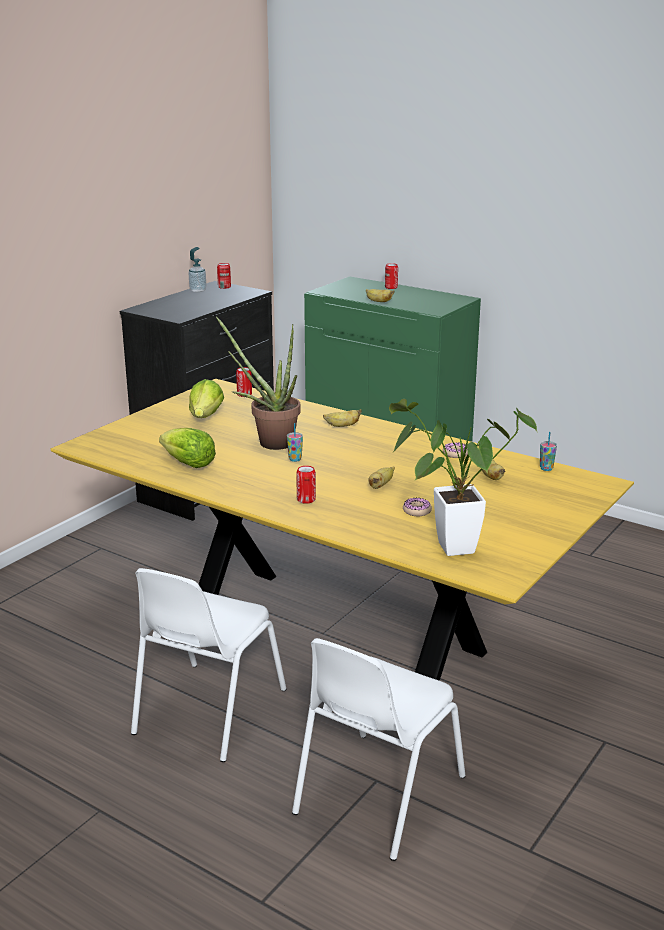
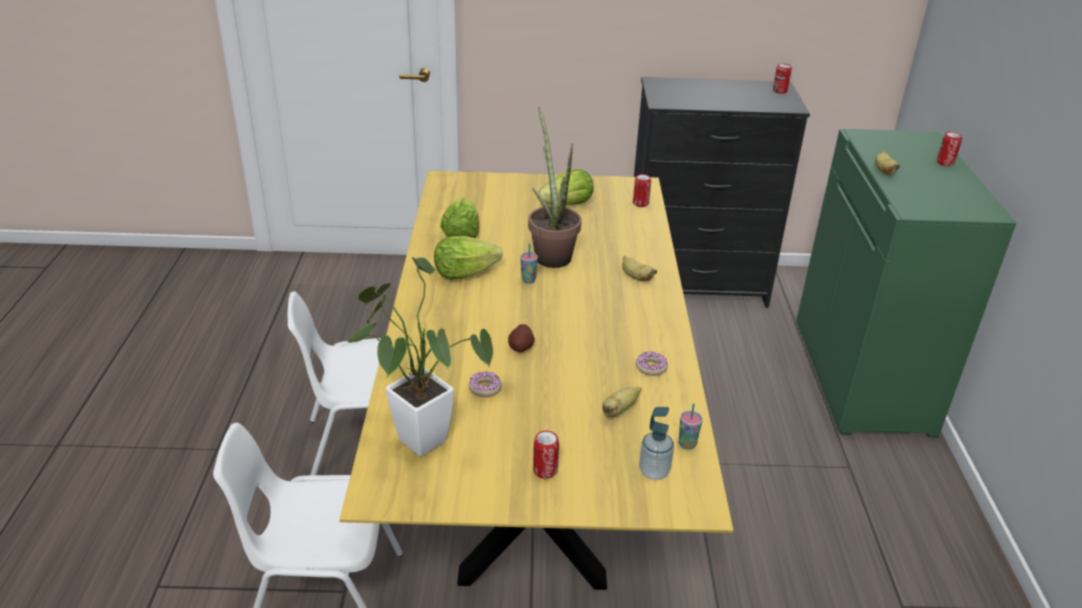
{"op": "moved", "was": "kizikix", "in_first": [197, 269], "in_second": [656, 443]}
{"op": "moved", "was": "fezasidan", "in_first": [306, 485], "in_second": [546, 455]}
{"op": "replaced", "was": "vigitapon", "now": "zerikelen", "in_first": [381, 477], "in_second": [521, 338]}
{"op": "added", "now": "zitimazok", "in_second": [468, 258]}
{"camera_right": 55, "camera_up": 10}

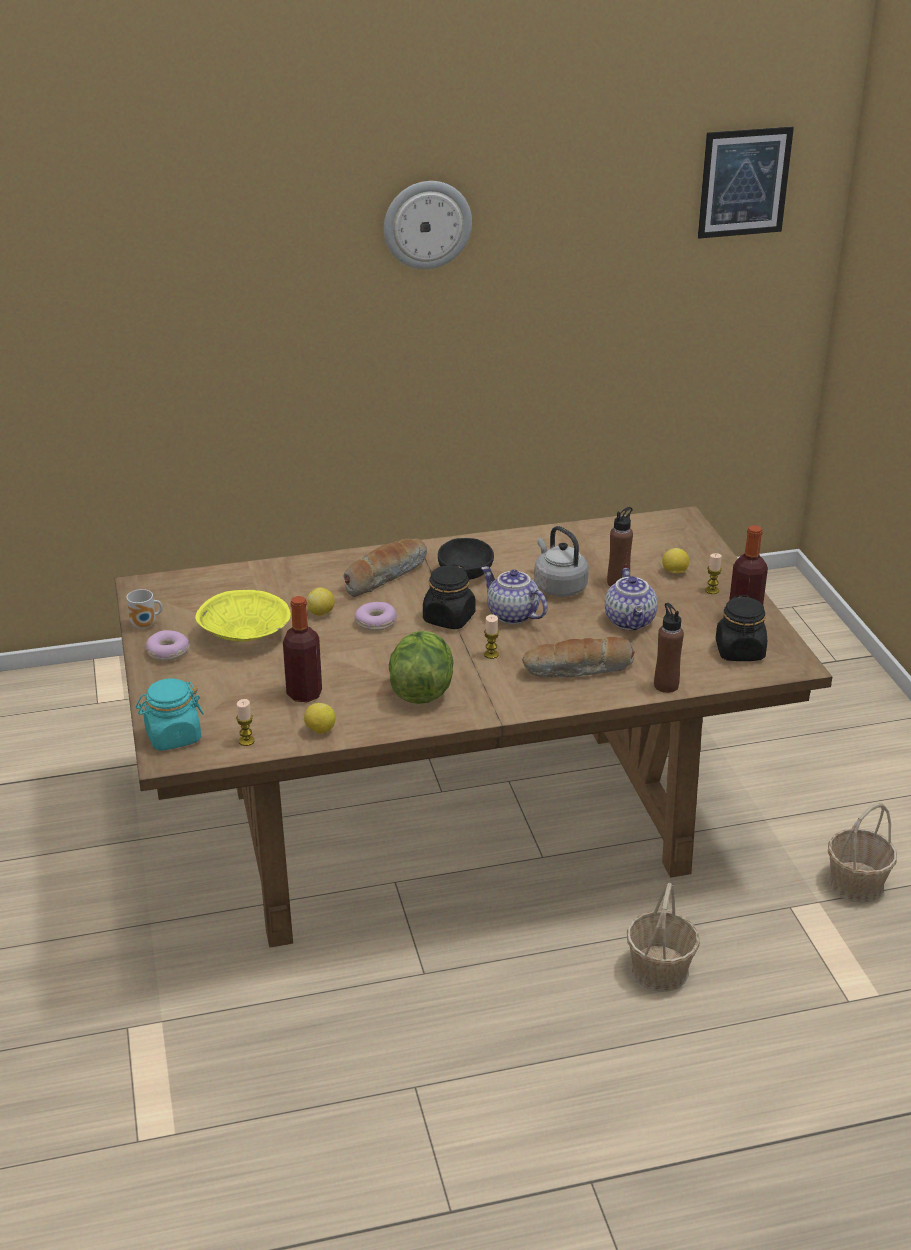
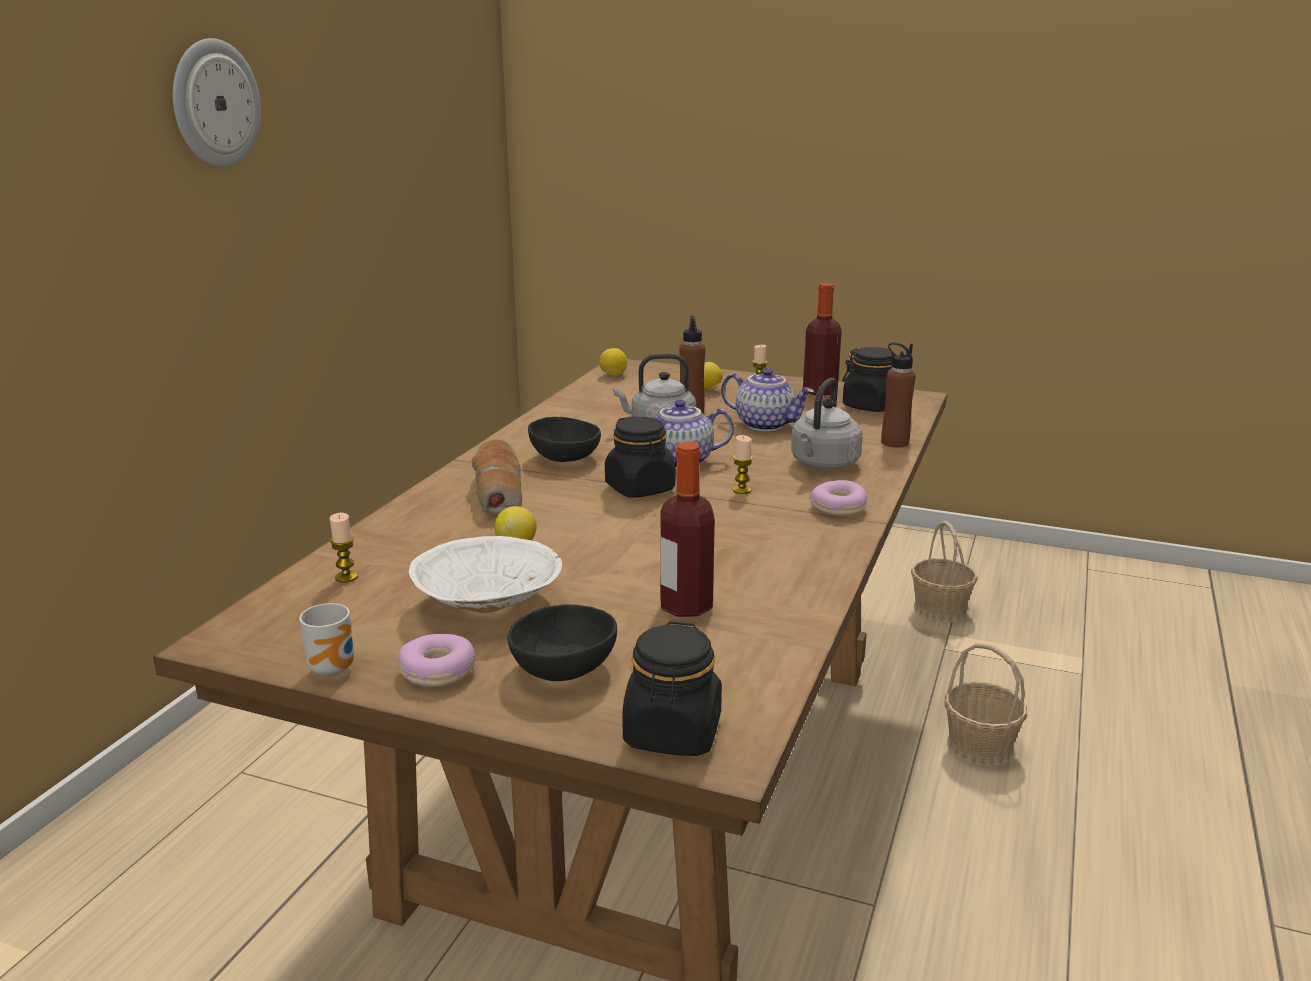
{"op": "recoloured", "was": "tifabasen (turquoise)", "now": "tifabasen (black)", "in_first": [170, 714], "in_second": [672, 688]}
{"op": "recoloured", "was": "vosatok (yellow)", "now": "vosatok (white)", "in_first": [243, 616], "in_second": [485, 574]}
{"op": "moved", "was": "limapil", "in_first": [245, 722], "in_second": [344, 548]}
{"op": "moved", "was": "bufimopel", "in_first": [319, 718], "in_second": [613, 362]}
{"op": "moved", "was": "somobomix", "in_first": [376, 616], "in_second": [838, 498]}
{"op": "removed", "was": "zitimazok", "in_first": [421, 667]}
{"op": "replaced", "was": "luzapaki", "now": "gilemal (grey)", "in_first": [578, 657], "in_second": [827, 424]}
{"op": "removed", "was": "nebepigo", "in_first": [746, 183]}
{"op": "added", "now": "vosatok (black)", "in_second": [562, 642]}
{"camera_right": -55, "camera_up": -10}

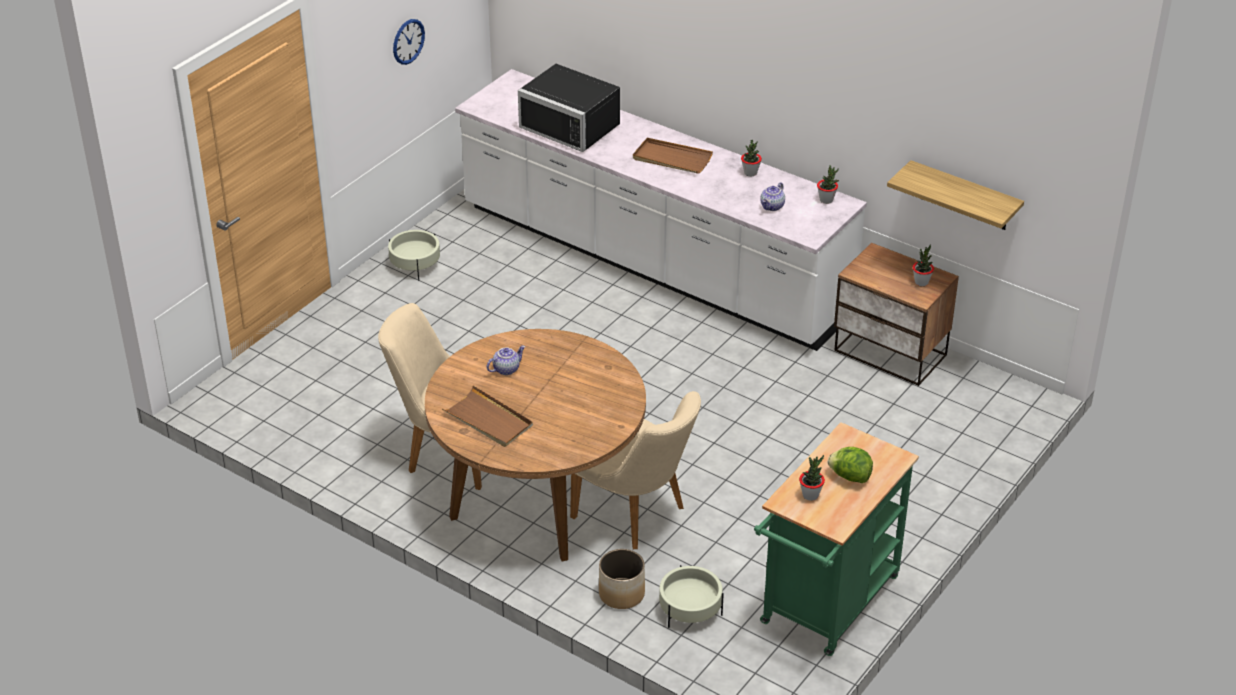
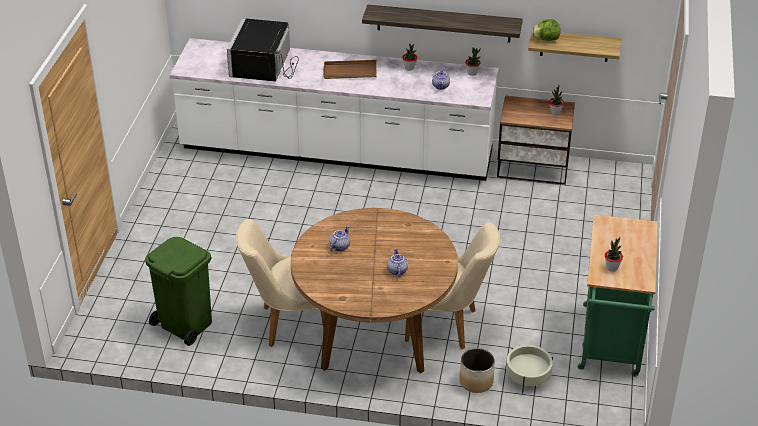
{"op": "removed", "was": "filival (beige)", "in_first": [414, 255]}
{"op": "removed", "was": "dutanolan", "in_first": [409, 42]}
{"op": "removed", "was": "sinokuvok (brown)", "in_first": [487, 416]}
{"op": "turned", "was": "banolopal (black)", "in_first": [569, 108], "in_second": [263, 50], "clockwise": 90}
{"op": "moved", "was": "zitimazok", "in_first": [850, 465], "in_second": [546, 30]}
{"op": "added", "now": "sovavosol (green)", "in_second": [178, 291]}
{"op": "added", "now": "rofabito", "in_second": [442, 24]}
{"op": "added", "now": "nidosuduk", "in_second": [397, 262]}
{"camera_right": -25, "camera_up": 0}

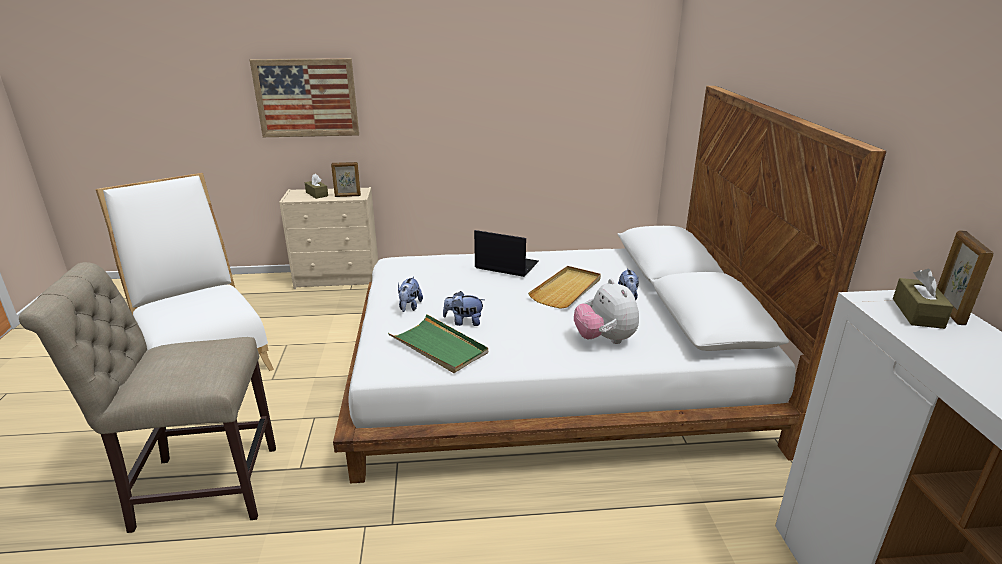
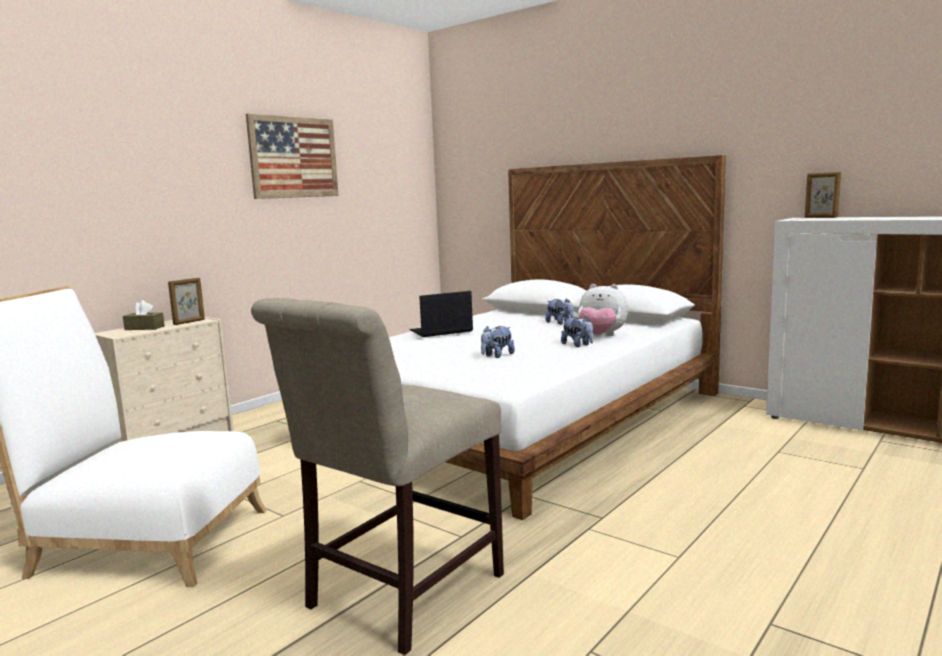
{"op": "moved", "was": "nebepigo", "in_first": [304, 97], "in_second": [292, 156]}
{"op": "removed", "was": "sinokuvok (green)", "in_first": [438, 343]}
{"op": "moved", "was": "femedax", "in_first": [410, 294], "in_second": [577, 331]}
{"op": "removed", "was": "sinokuvok (beige)", "in_first": [564, 287]}
{"op": "removed", "was": "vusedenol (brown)", "in_first": [923, 299]}
{"camera_right": -45, "camera_up": -15}

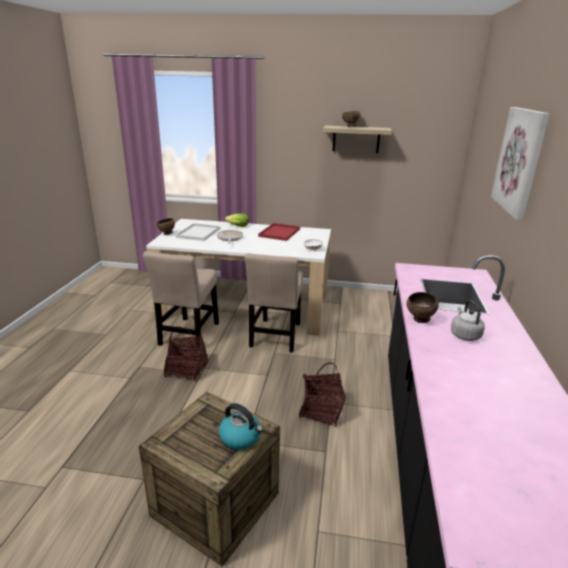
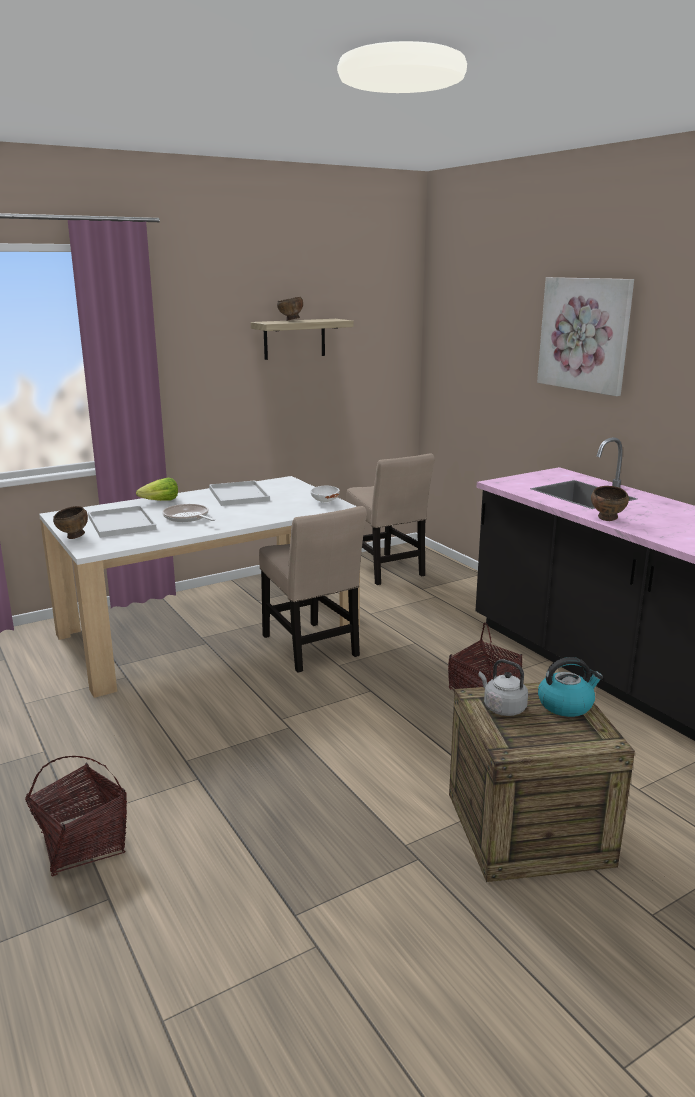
{"op": "moved", "was": "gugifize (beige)", "in_first": [181, 301], "in_second": [390, 519]}
{"op": "moved", "was": "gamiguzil", "in_first": [186, 354], "in_second": [76, 816]}
{"op": "recoloured", "was": "sinokuvok (red)", "now": "sinokuvok (white)", "in_first": [279, 232], "in_second": [239, 493]}
{"op": "moved", "was": "gilemal (grey)", "in_first": [468, 320], "in_second": [503, 687]}
{"camera_right": -40, "camera_up": -5}

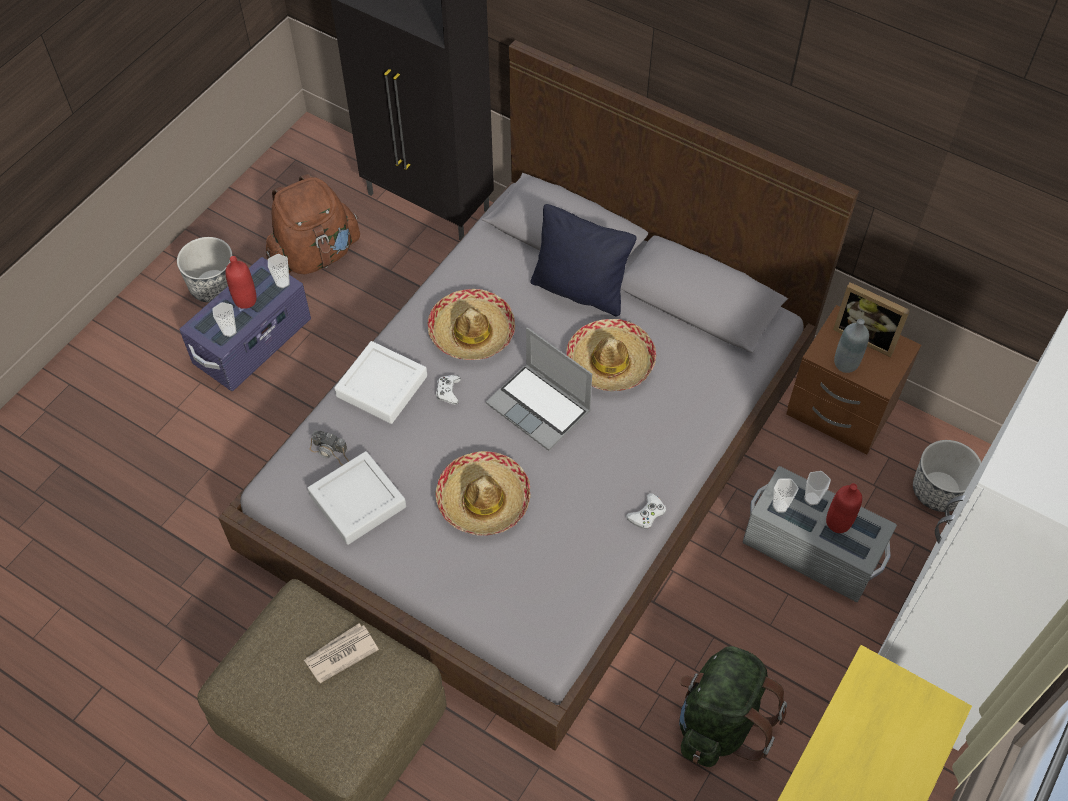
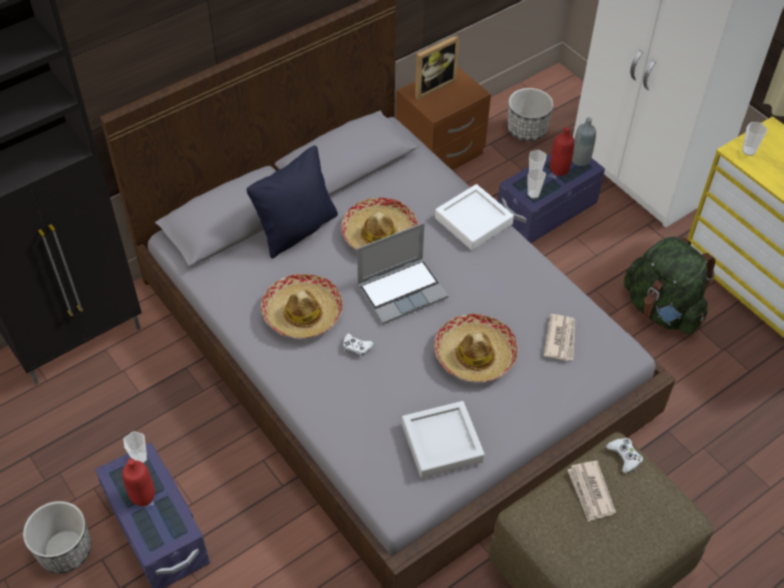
{"op": "moved", "was": "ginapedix", "in_first": [224, 319], "in_second": [755, 139]}
{"op": "removed", "was": "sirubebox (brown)", "in_first": [313, 224]}
{"op": "removed", "was": "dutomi", "in_first": [329, 447]}
{"op": "moved", "was": "sinokuvok (white)", "in_first": [380, 382], "in_second": [474, 217]}
{"op": "moved", "was": "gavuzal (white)", "in_first": [646, 511], "in_second": [624, 456]}
{"op": "recoloured", "was": "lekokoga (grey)", "now": "lekokoga (purple)", "in_first": [820, 534], "in_second": [551, 198]}
{"op": "moved", "was": "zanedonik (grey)", "in_first": [851, 345], "in_second": [584, 142]}
{"op": "added", "now": "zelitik", "in_second": [559, 337]}
{"camera_right": -70, "camera_up": -5}

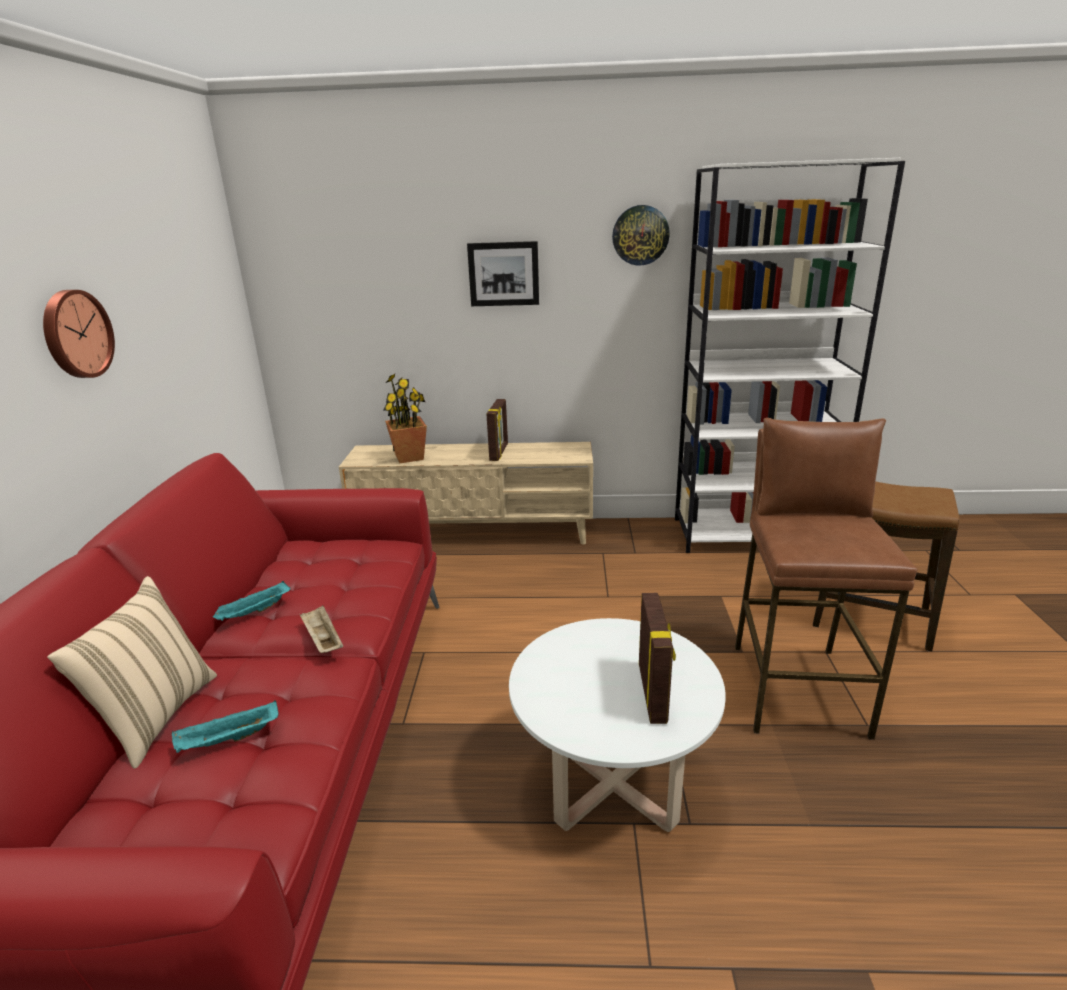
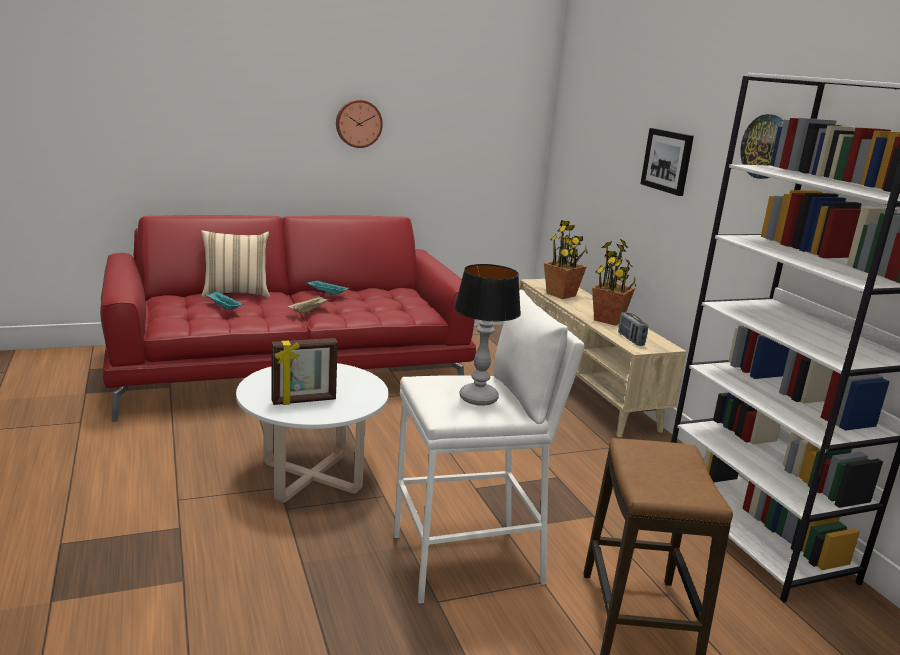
{"op": "replaced", "was": "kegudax", "now": "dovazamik", "in_first": [497, 430], "in_second": [614, 282]}
{"op": "recoloured", "was": "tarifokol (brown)", "now": "tarifokol (white)", "in_first": [826, 579], "in_second": [489, 447]}
{"op": "added", "now": "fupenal", "in_second": [487, 335]}
{"op": "added", "now": "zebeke", "in_second": [633, 329]}
{"camera_right": 65, "camera_up": -5}

